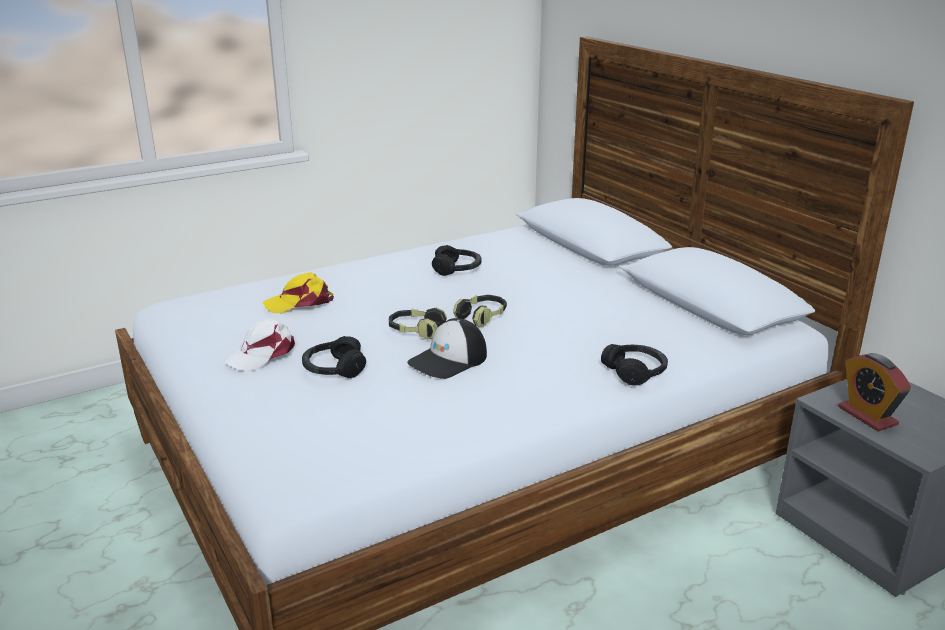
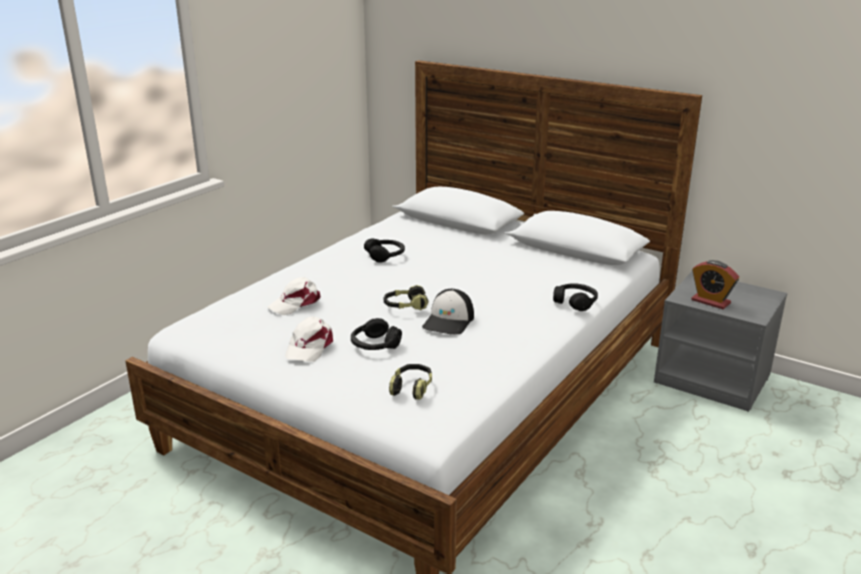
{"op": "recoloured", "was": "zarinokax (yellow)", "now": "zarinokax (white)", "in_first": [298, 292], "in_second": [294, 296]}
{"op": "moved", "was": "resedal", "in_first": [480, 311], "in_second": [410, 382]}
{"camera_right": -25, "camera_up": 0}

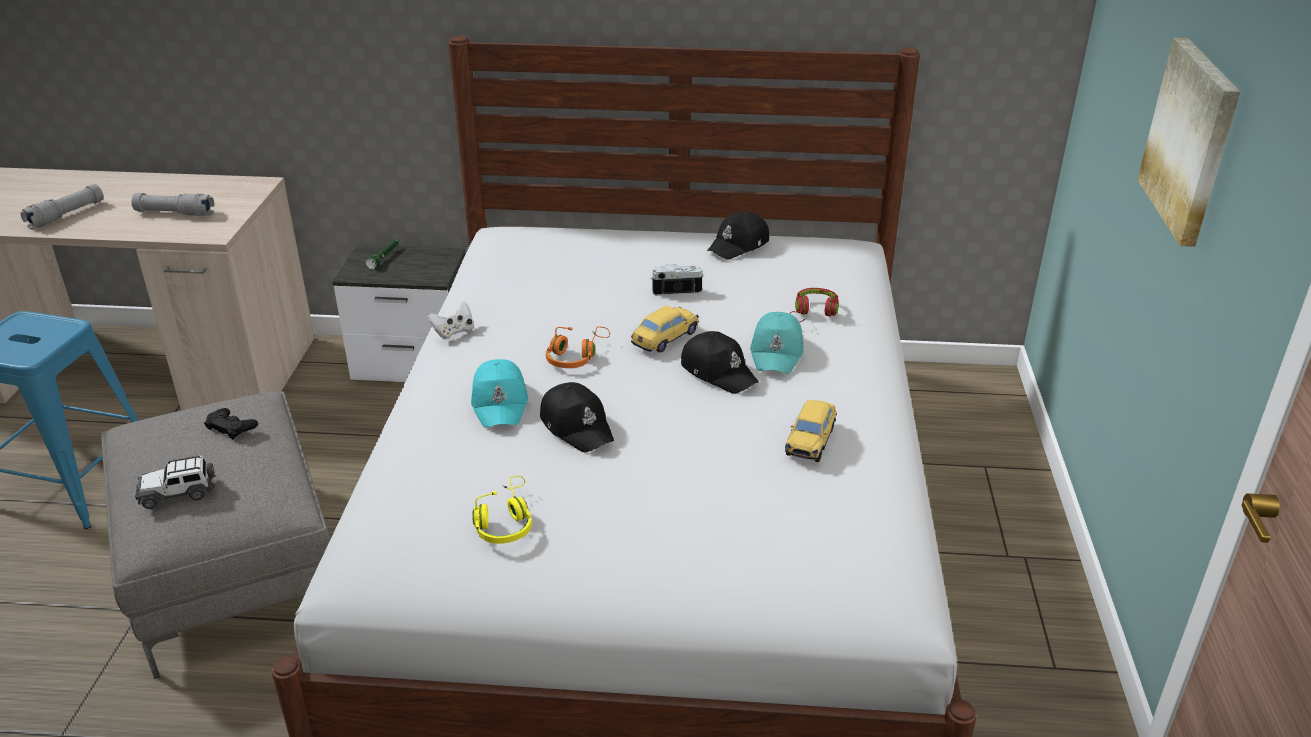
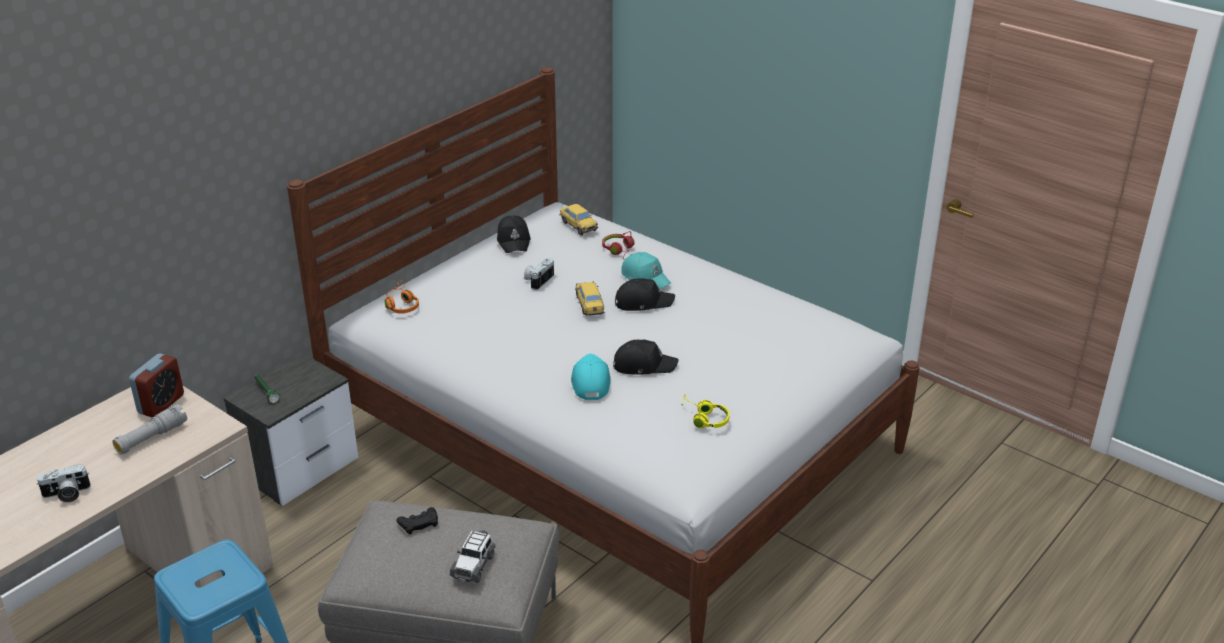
{"op": "replaced", "was": "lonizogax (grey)", "now": "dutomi", "in_first": [62, 206], "in_second": [64, 483]}
{"op": "removed", "was": "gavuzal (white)", "in_first": [450, 320]}
{"op": "turned", "was": "zarinokax (turquoise)", "in_first": [499, 393], "in_second": [591, 377], "clockwise": -120}
{"op": "moved", "was": "resedal (orange)", "in_first": [578, 347], "in_second": [401, 297]}
{"op": "moved", "was": "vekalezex", "in_first": [811, 431], "in_second": [578, 219]}
{"op": "removed", "was": "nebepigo", "in_first": [1189, 142]}
{"op": "added", "now": "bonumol", "in_second": [156, 385]}
{"camera_right": -55, "camera_up": 0}

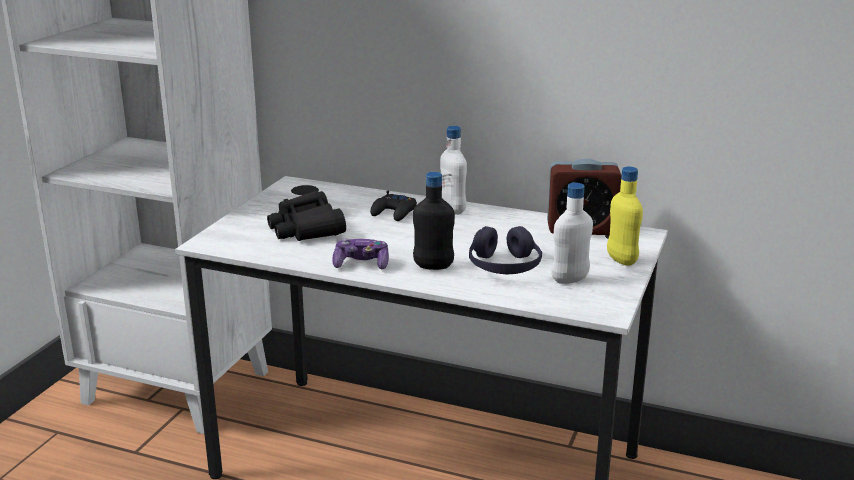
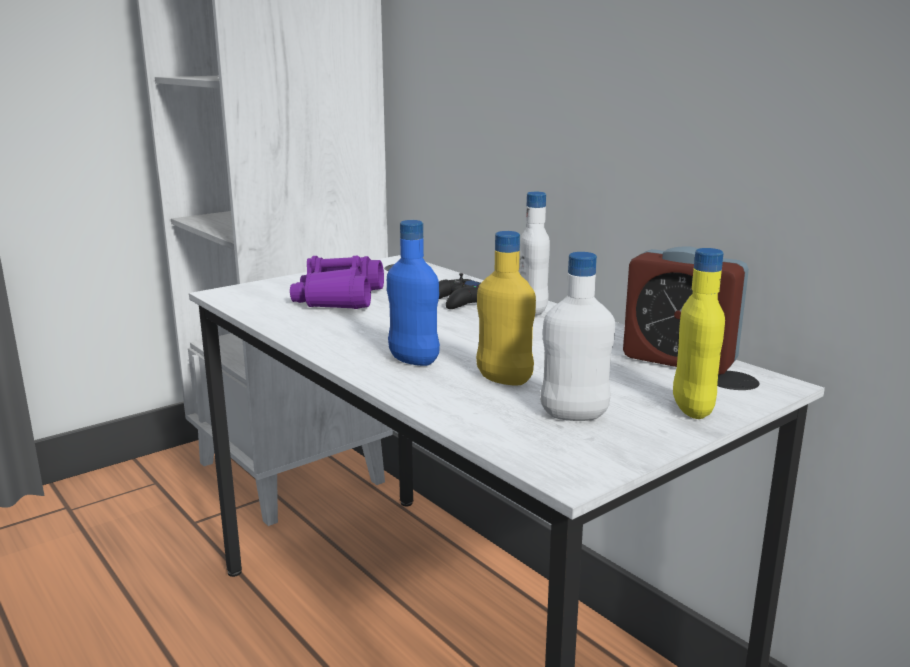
{"op": "recoloured", "was": "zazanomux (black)", "now": "zazanomux (purple)", "in_first": [306, 216], "in_second": [337, 282]}
{"op": "removed", "was": "gavuzal", "in_first": [360, 253]}
{"op": "recoloured", "was": "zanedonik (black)", "now": "zanedonik (blue)", "in_first": [434, 221], "in_second": [413, 293]}
{"op": "replaced", "was": "resedal (purple)", "now": "zanedonik (yellow)", "in_first": [505, 250], "in_second": [506, 308]}
{"camera_right": 30, "camera_up": -5}

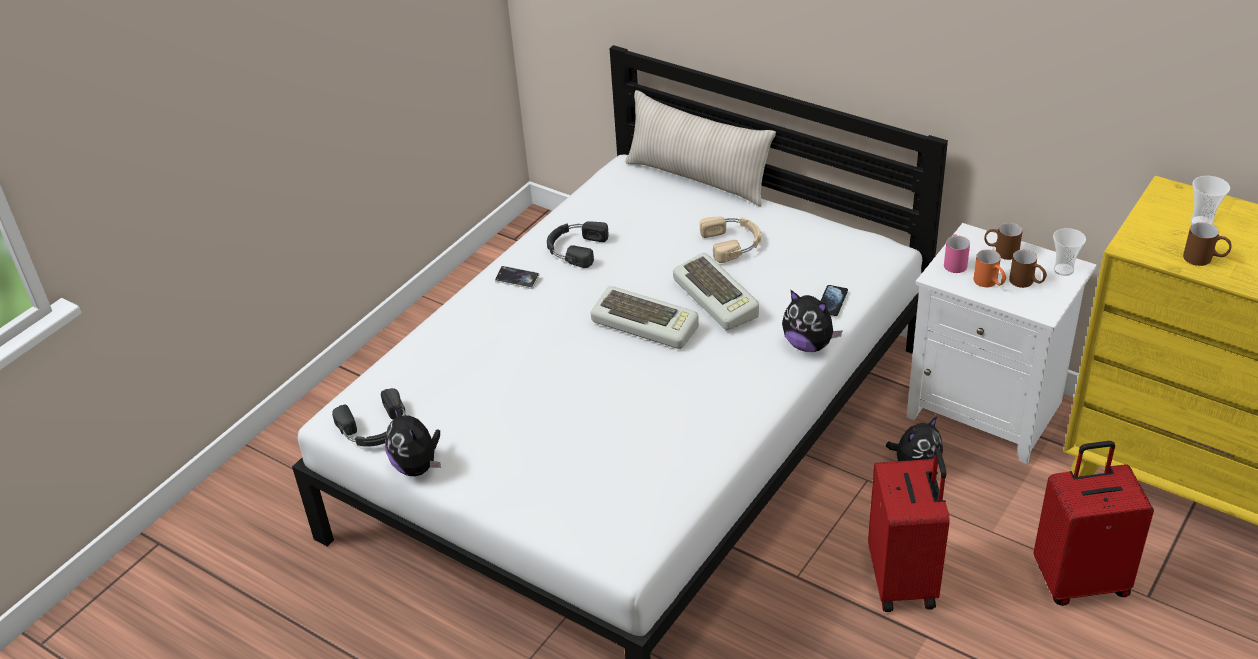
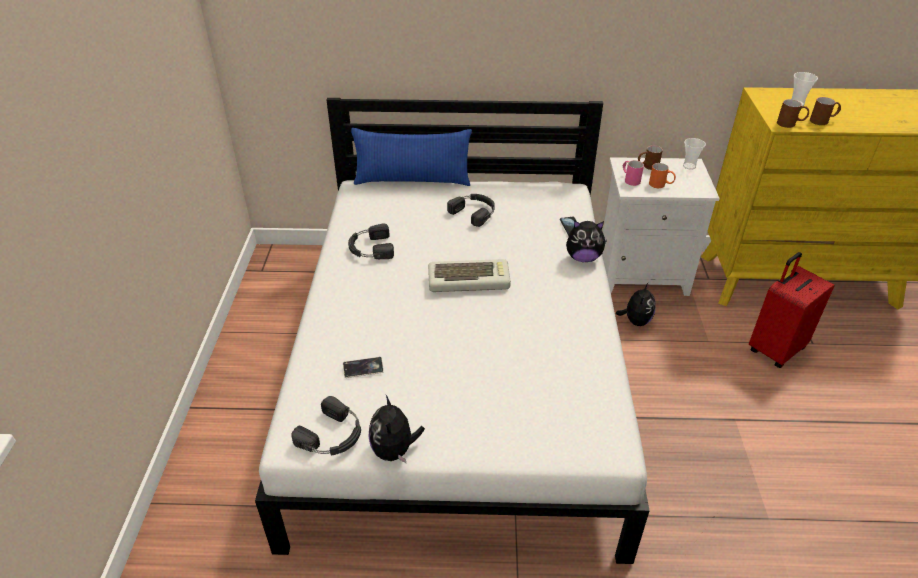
{"op": "turned", "was": "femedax", "in_first": [413, 440], "in_second": [396, 429], "clockwise": 60}
{"op": "moved", "was": "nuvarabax", "in_first": [517, 277], "in_second": [363, 367]}
{"op": "recoloured", "was": "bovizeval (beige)", "now": "bovizeval (blue)", "in_first": [700, 148], "in_second": [411, 157]}
{"op": "removed", "was": "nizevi", "in_first": [716, 291]}
{"op": "recoloured", "was": "resedal (beige)", "now": "resedal (black)", "in_first": [730, 239], "in_second": [471, 210]}
{"op": "removed", "was": "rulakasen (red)", "in_first": [909, 530]}
{"op": "moved", "was": "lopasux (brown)", "in_first": [1028, 269], "in_second": [793, 113]}
{"camera_right": -35, "camera_up": 0}

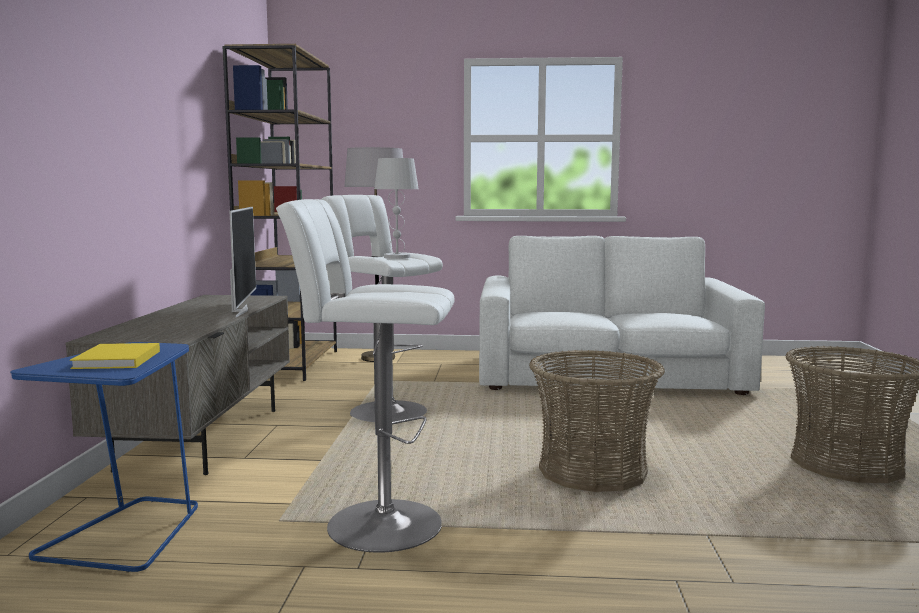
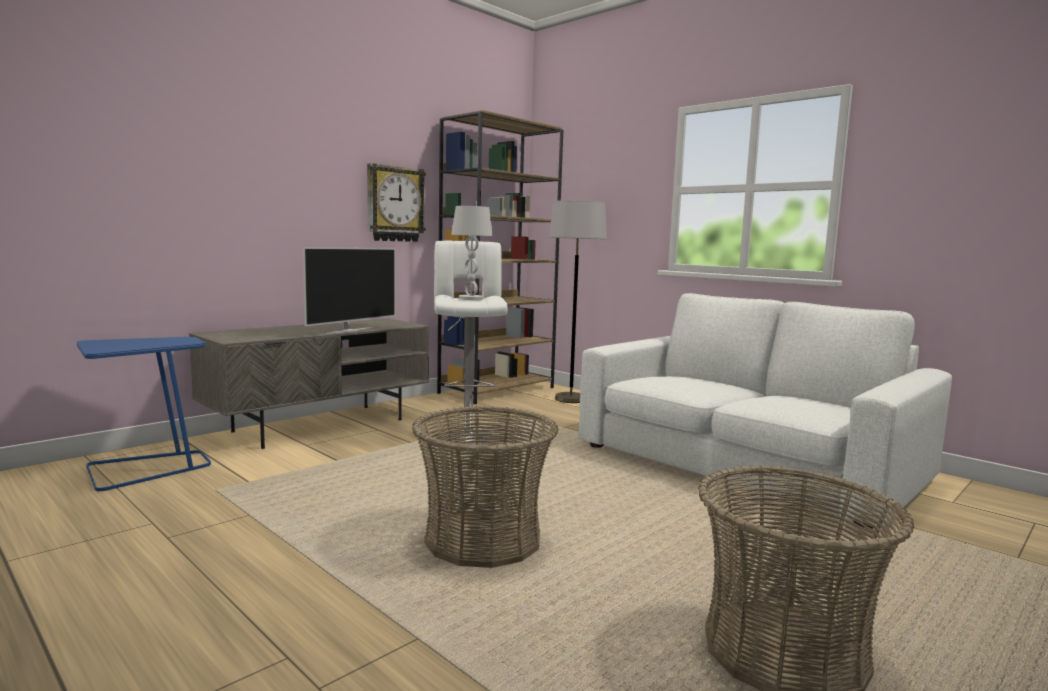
{"op": "removed", "was": "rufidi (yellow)", "in_first": [115, 356]}
{"op": "removed", "was": "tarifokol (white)", "in_first": [365, 376]}
{"op": "added", "now": "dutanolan", "in_second": [396, 202]}
{"camera_right": 40, "camera_up": 0}

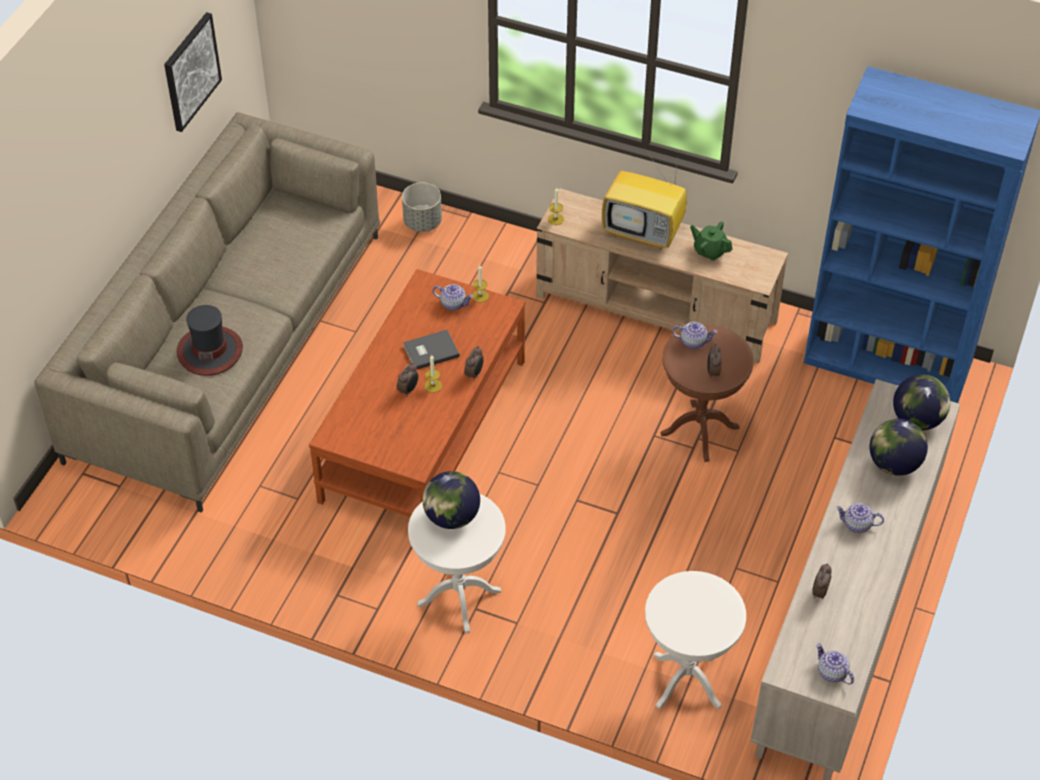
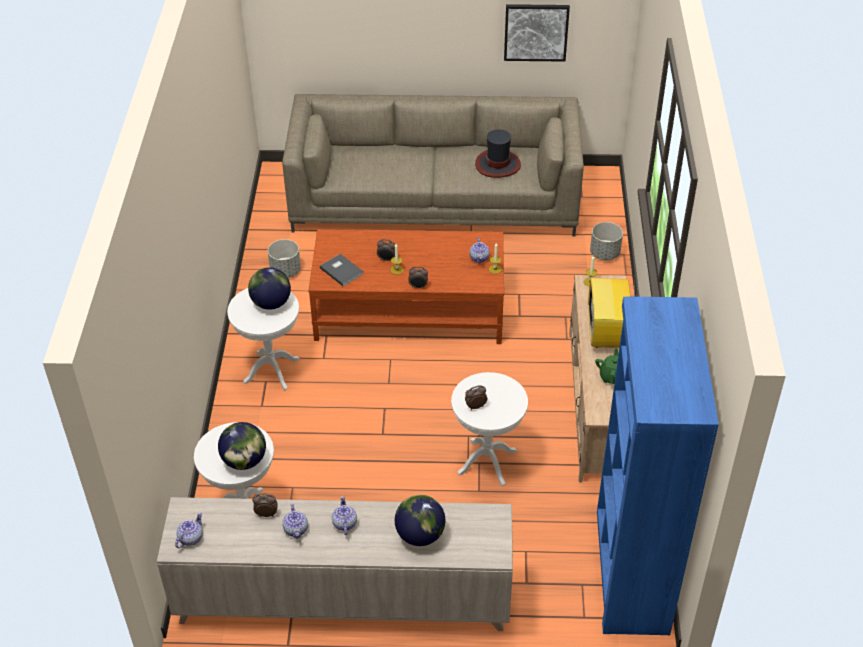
{"op": "moved", "was": "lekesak", "in_first": [210, 340], "in_second": [498, 153]}
{"op": "moved", "was": "rufidi (grey)", "in_first": [431, 349], "in_second": [341, 270]}
{"op": "recoloured", "was": "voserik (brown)", "now": "voserik (white)", "in_first": [707, 393], "in_second": [489, 429]}
{"op": "moved", "was": "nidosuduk", "in_first": [694, 335], "in_second": [295, 521]}
{"op": "moved", "was": "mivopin", "in_first": [921, 402], "in_second": [242, 446]}
{"op": "added", "now": "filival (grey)", "in_second": [284, 258]}
{"camera_right": 70, "camera_up": -5}

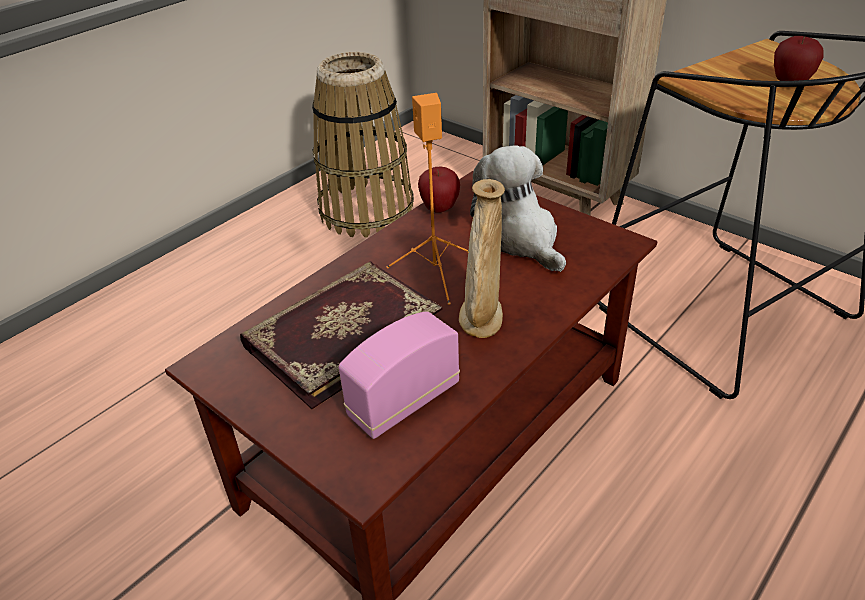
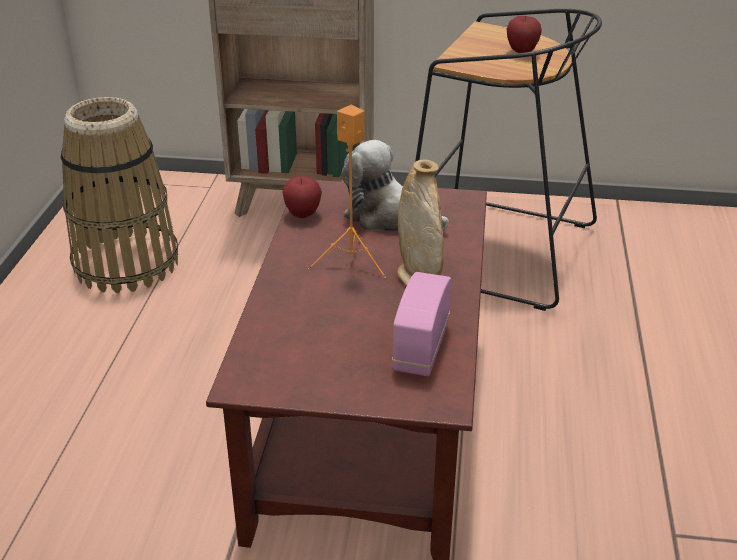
{"op": "removed", "was": "rufidi", "in_first": [341, 335]}
{"camera_right": -35, "camera_up": -5}

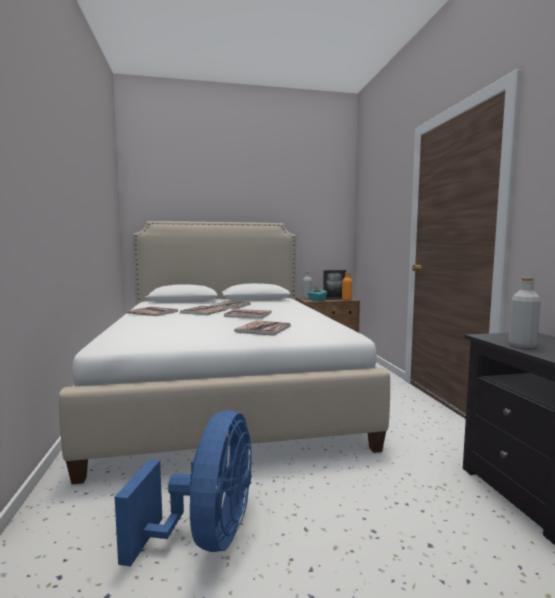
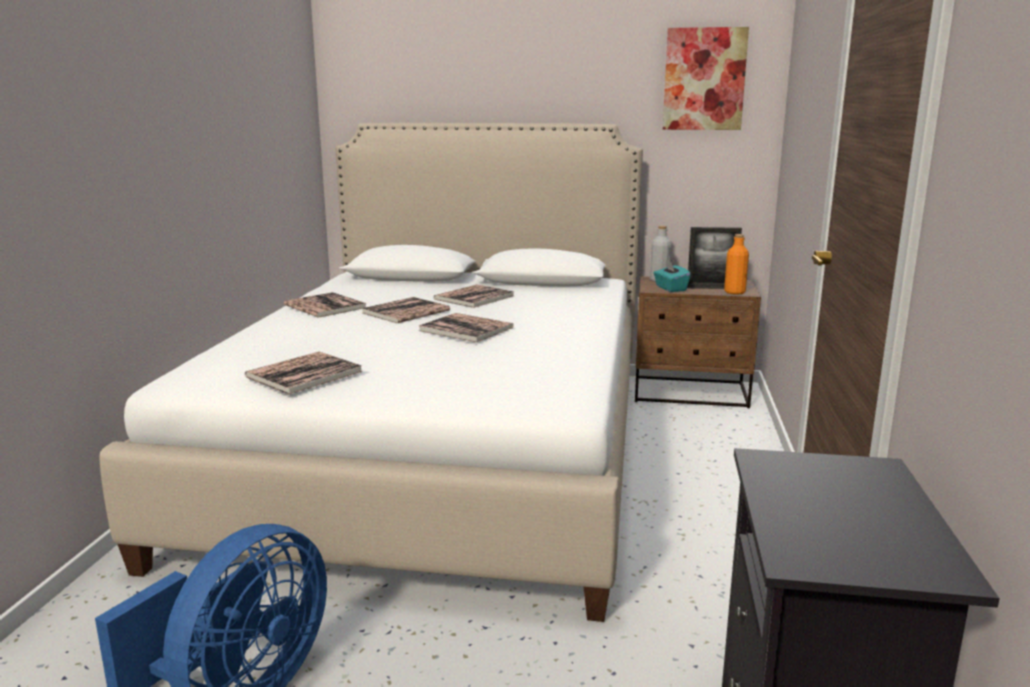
{"op": "moved", "was": "rufidi", "in_first": [262, 328], "in_second": [304, 373]}
{"op": "removed", "was": "zanedonik (grey)", "in_first": [525, 313]}
{"op": "added", "now": "nebepigo", "in_second": [706, 78]}
{"camera_right": 20, "camera_up": 10}

